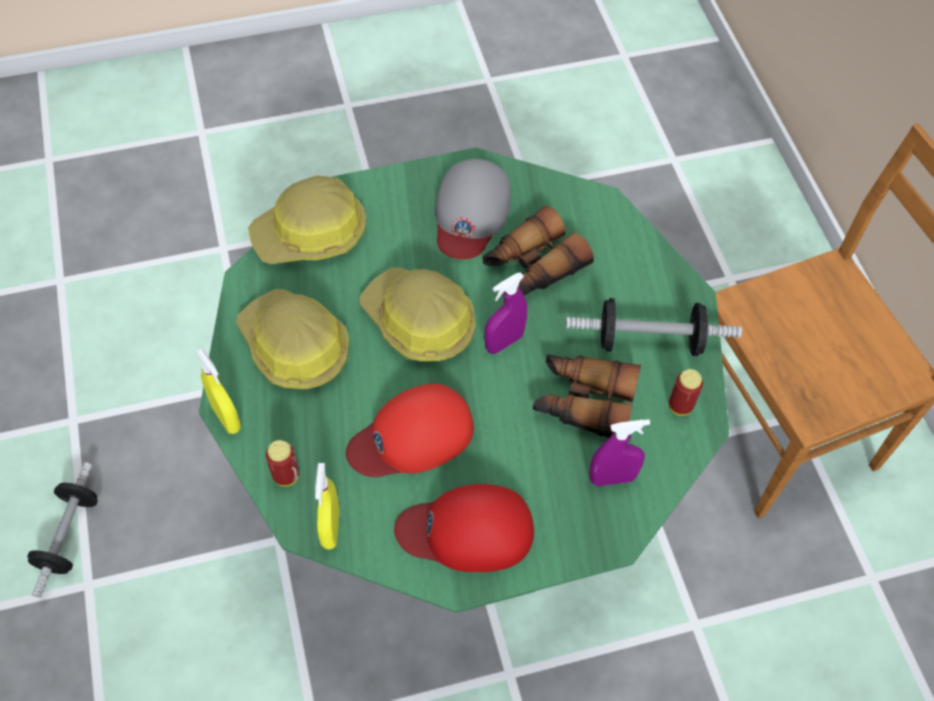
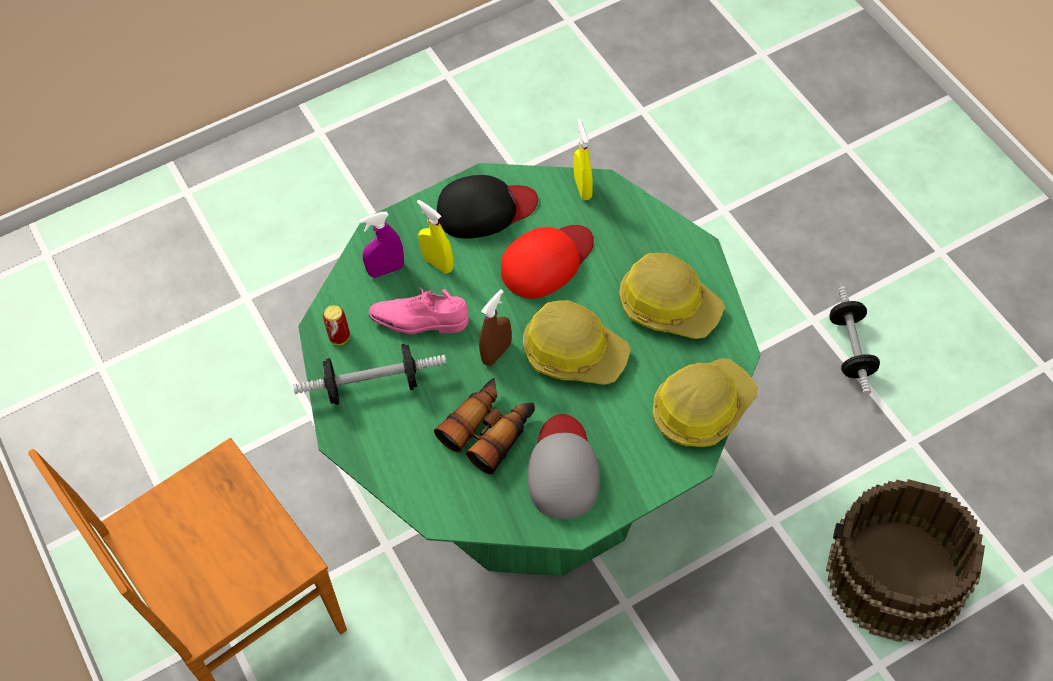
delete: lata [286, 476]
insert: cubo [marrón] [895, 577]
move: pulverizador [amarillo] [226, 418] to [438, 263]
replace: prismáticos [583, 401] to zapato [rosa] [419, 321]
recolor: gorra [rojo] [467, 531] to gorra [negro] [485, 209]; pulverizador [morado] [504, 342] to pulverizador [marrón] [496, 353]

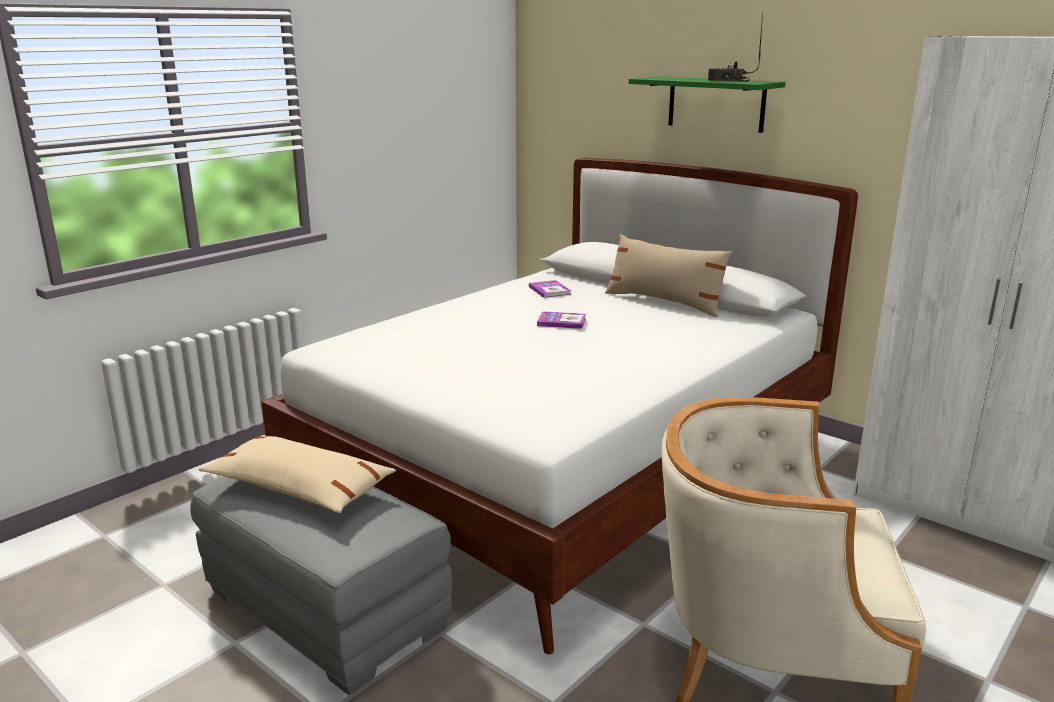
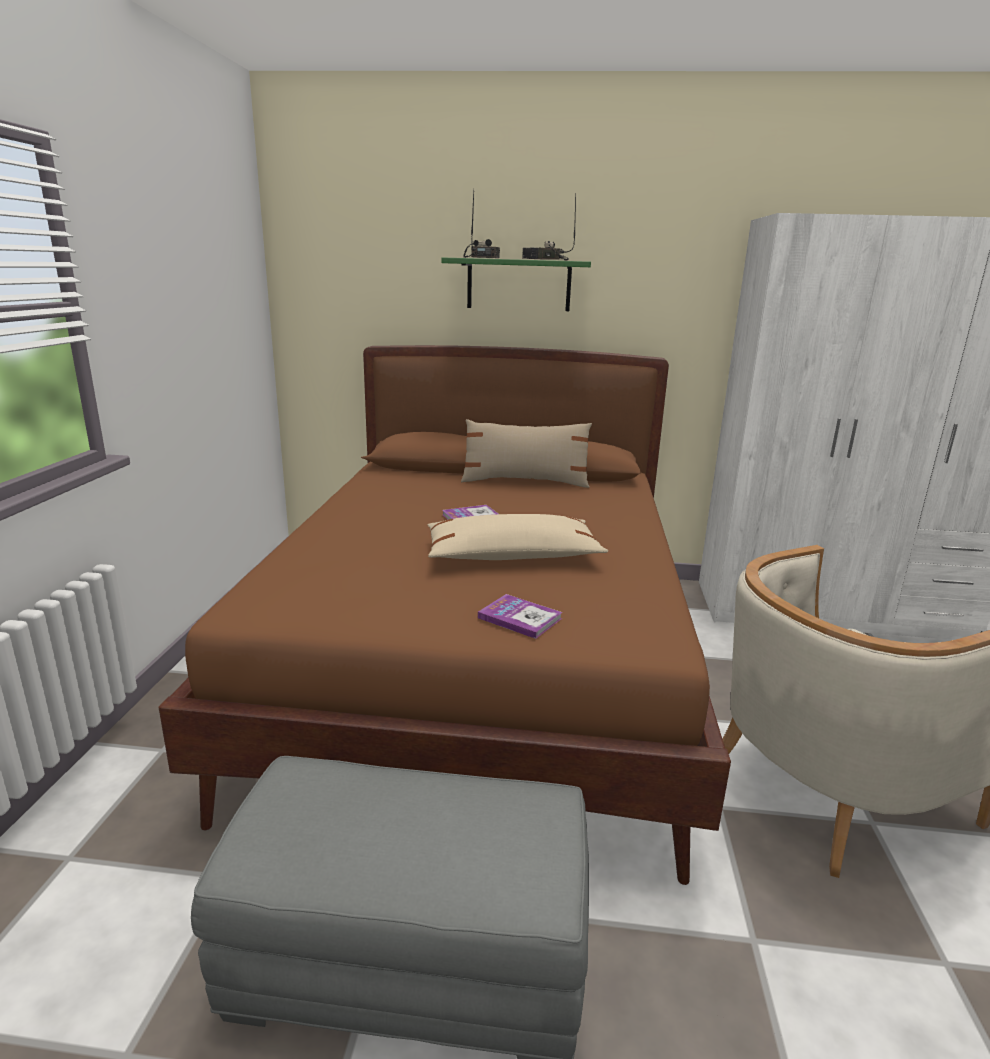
insert: radio [482, 258]
move: cojín [beis] [299, 488] to [512, 556]; libro [549, 290] to [520, 618]
recolor: cama [blanco] [569, 467] to cama [marrón] [483, 669]

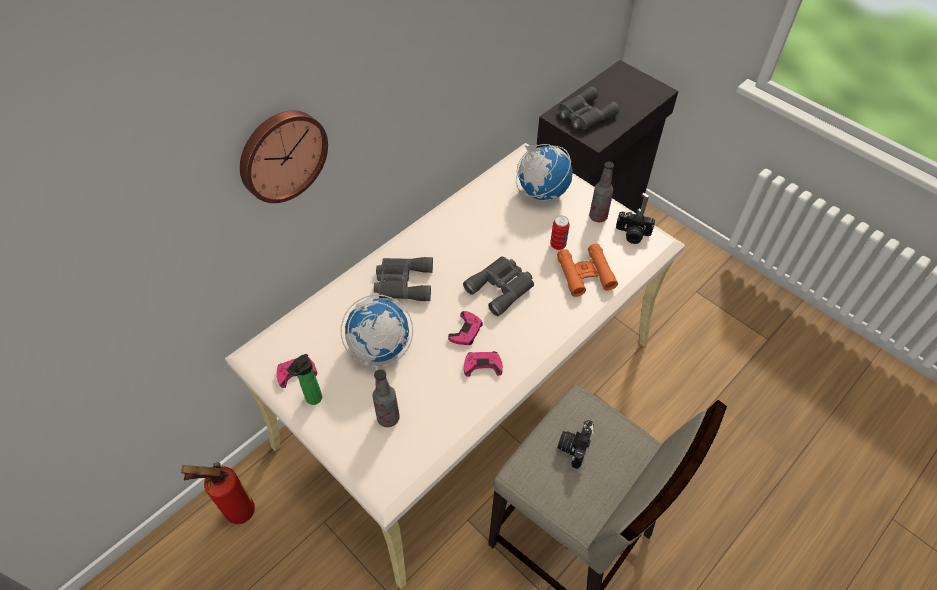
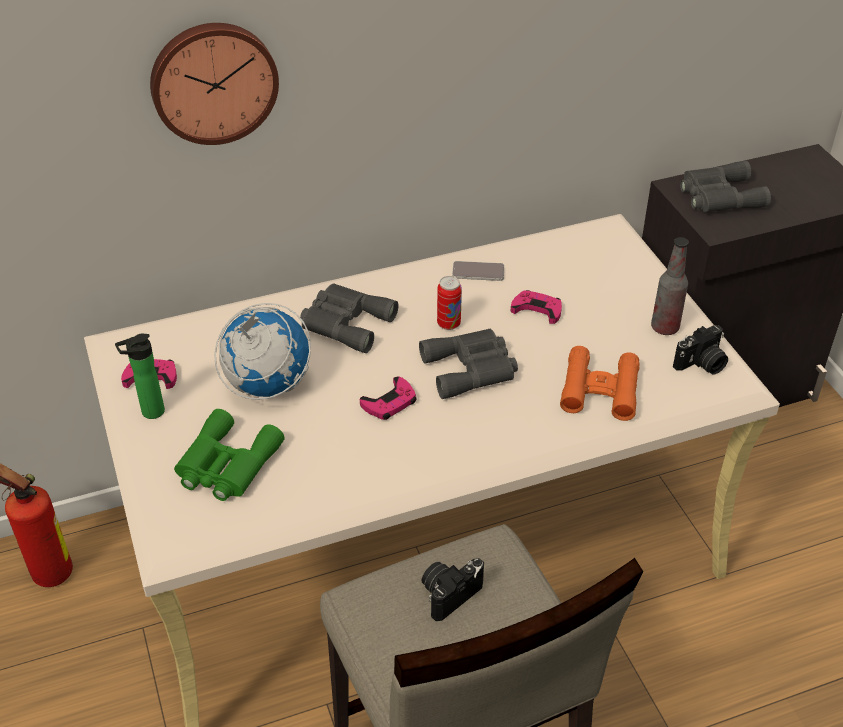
delete: globo terráqueo [541, 192]
insert: móvil [478, 272]
move: mando de consola [rosa] [482, 365] to [537, 309]; lata [558, 245] to [448, 324]
replace: botella [388, 418] to prismáticos [verde] [226, 465]
rotate: cámara [632, 234] = [701, 364] 75 degrees counterclockwise

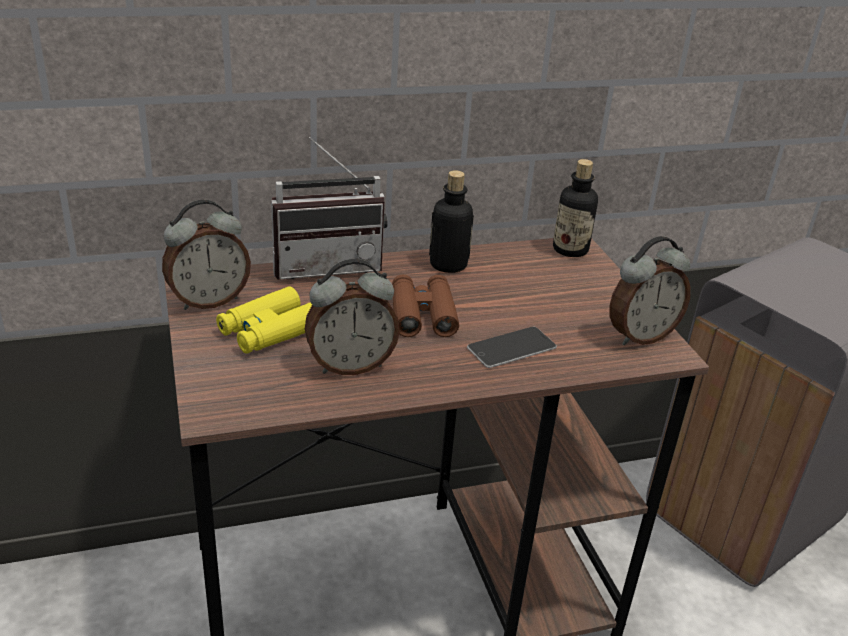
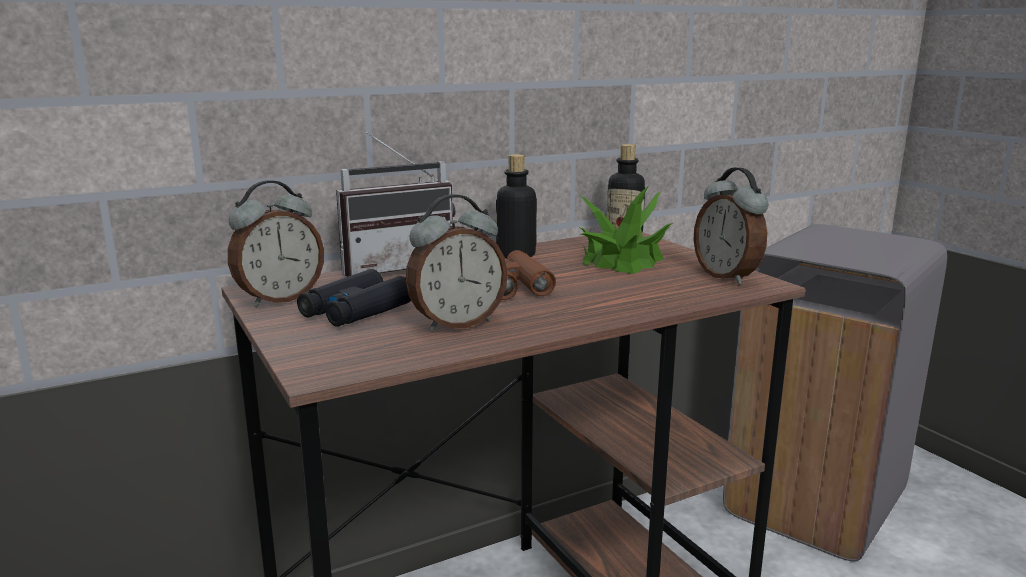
delete: móvil [511, 347]
insert: planta en maceta [624, 260]
recolor: prismáticos [amarillo] [269, 331] to prismáticos [negro] [356, 311]
rotate: despertador [640, 335] = [727, 276] 105 degrees clockwise

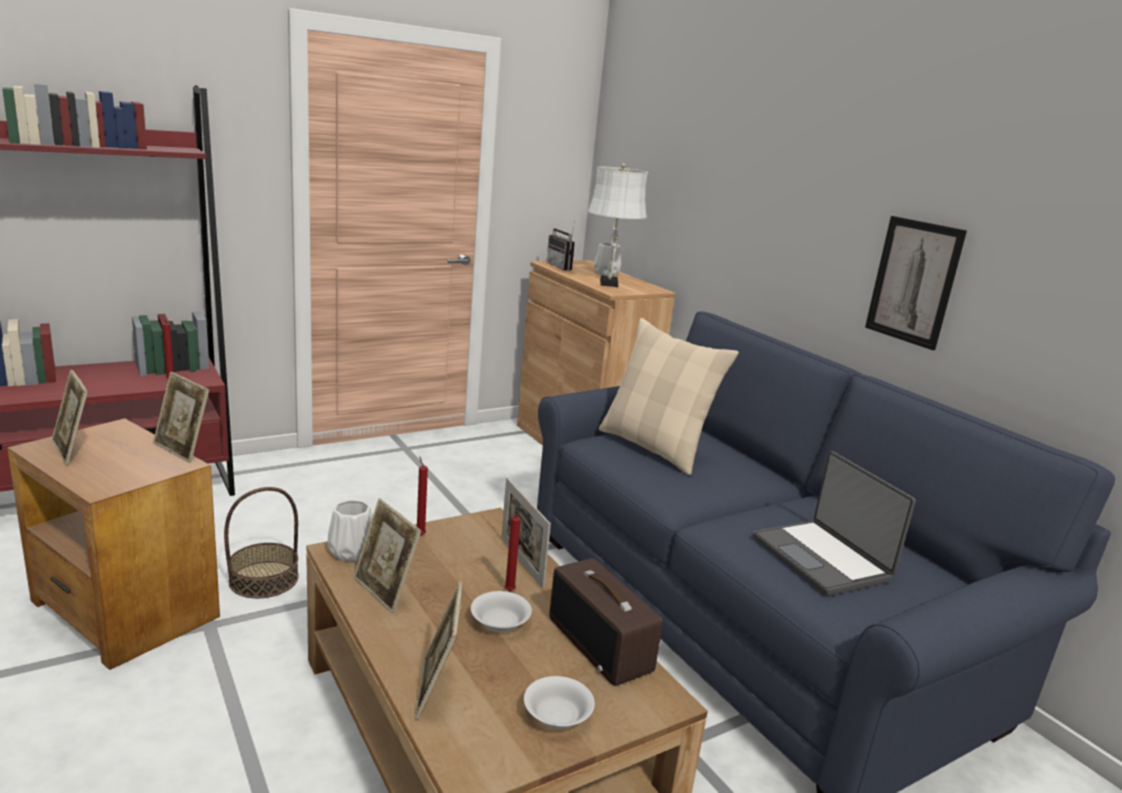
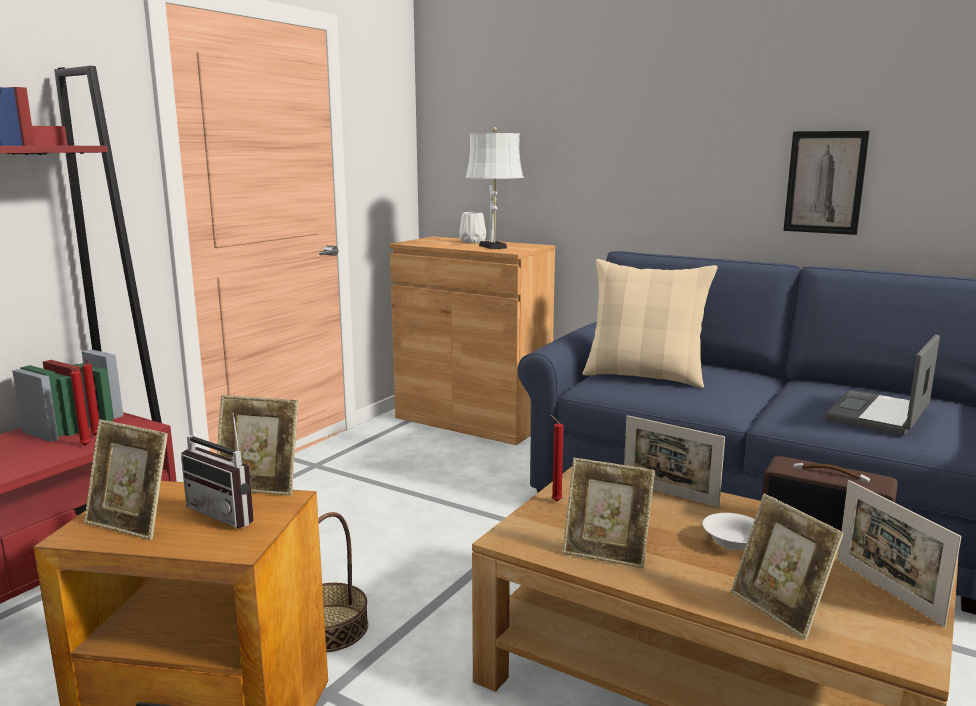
delete: florero [blanco] [350, 552]
move: vela [rojo] [508, 592] to [84, 446]; radio [563, 267] to [229, 512]
replace: cuenco [blanco] [558, 716] to portarretratos [887, 591]
rotate: portátil [822, 558] = [879, 415] 90 degrees clockwise

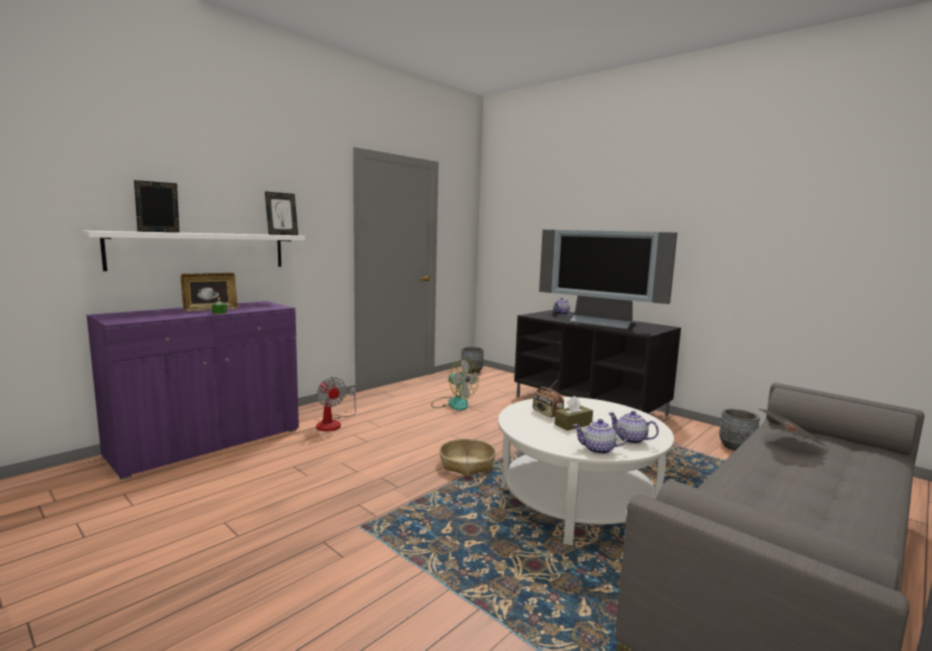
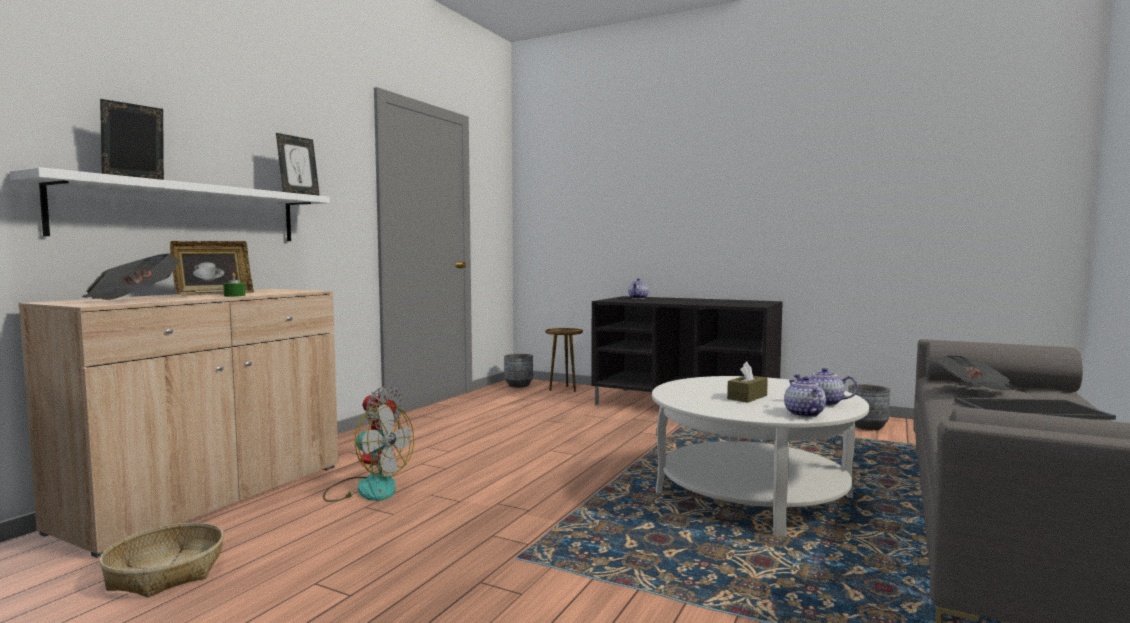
delete: radio [547, 413]; televisor [603, 323]
insert: periódico [133, 300]; mesa auxiliar [marrón] [564, 389]; bandeja [1030, 409]
move: ventilador [453, 403] to [367, 488]; cesta [467, 464] to [166, 572]
recolor: armario [morado] [207, 443] to armario [beis] [208, 496]
rotate: tetera [598, 450] = [803, 414] 90 degrees clockwise

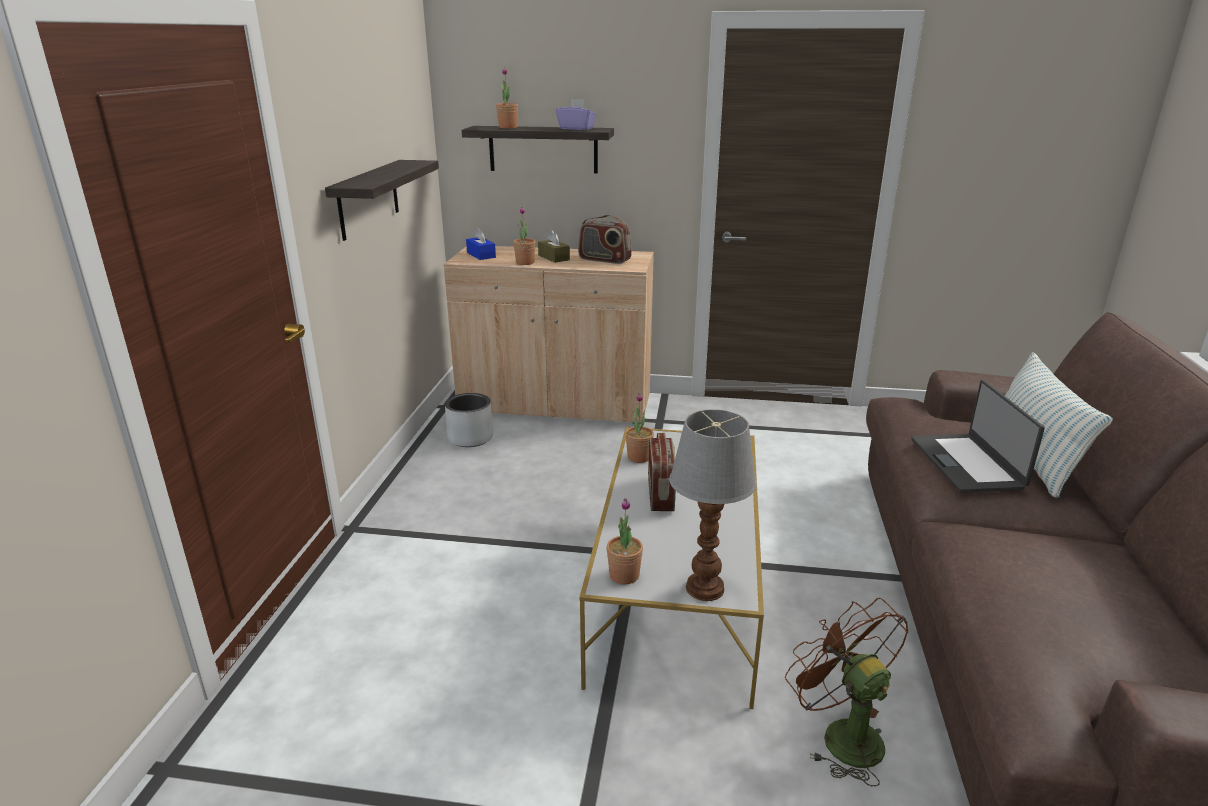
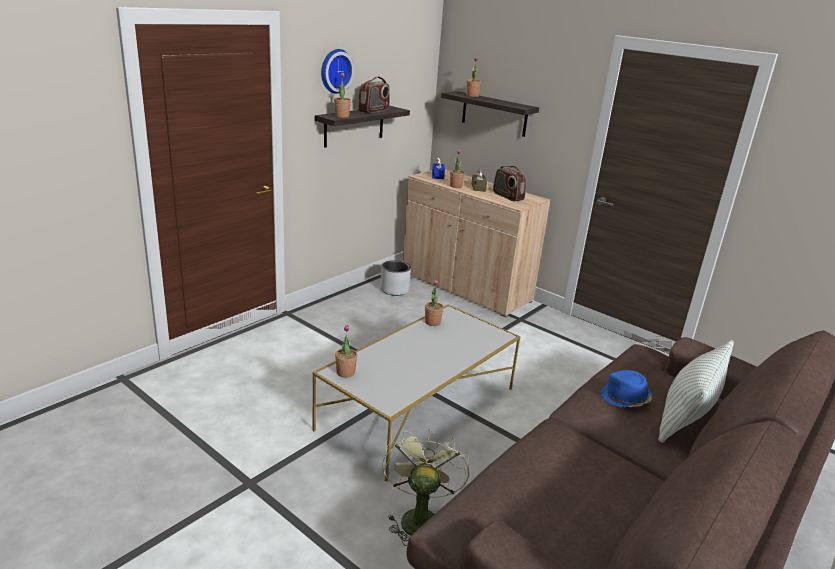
delete: caja de pañuelos [morado] [576, 129]; lámpara de mesa [705, 587]
insert: reloj de pared [334, 70]; planta en maceta [342, 116]
move: radio [661, 495] to [374, 111]
replace: portátil [967, 463] to sombrero [azul] [624, 399]
recolor: ventilador [marrón] [841, 734] to ventilador [verde] [418, 516]

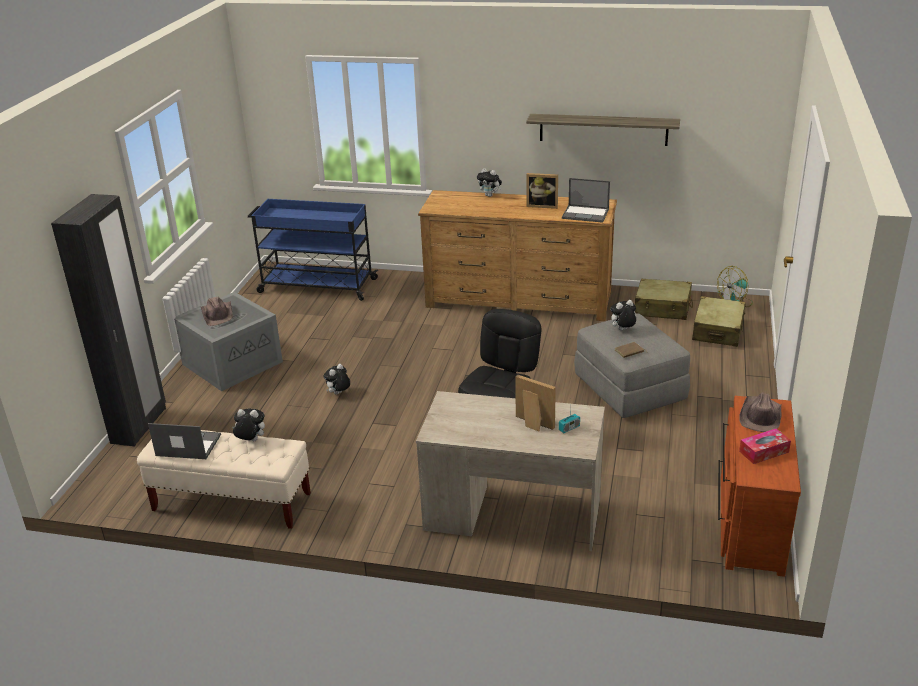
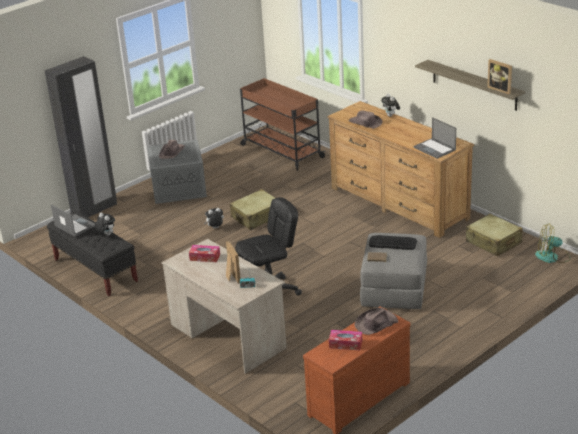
insert: caja de pañuelos [205, 257]; sombrero [marrón] [365, 123]
move: portarretratos [542, 205] to [500, 89]; maleta [beis] [718, 330] to [257, 216]
replace: peluche [622, 330] to teclado [392, 243]
recolor: banco [beis] [231, 502] to banco [negro] [95, 270]; carrito [azul] [316, 286] to carrito [marrón] [281, 151]

